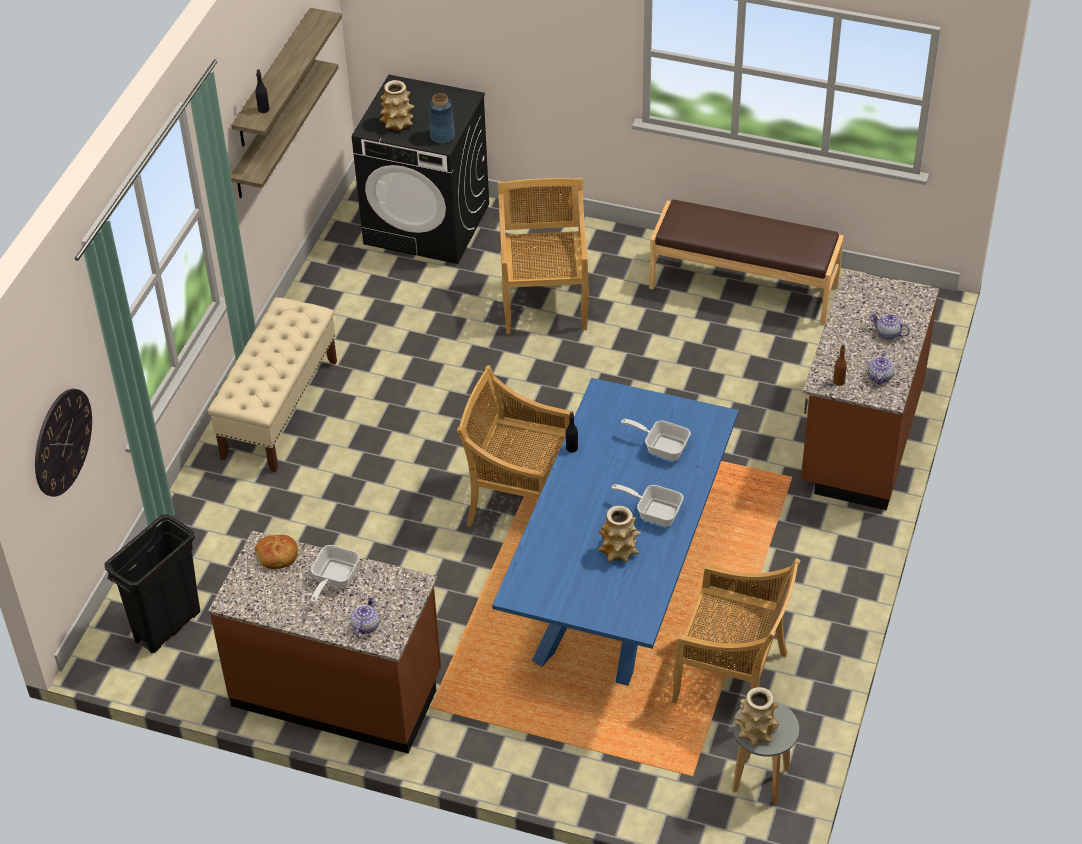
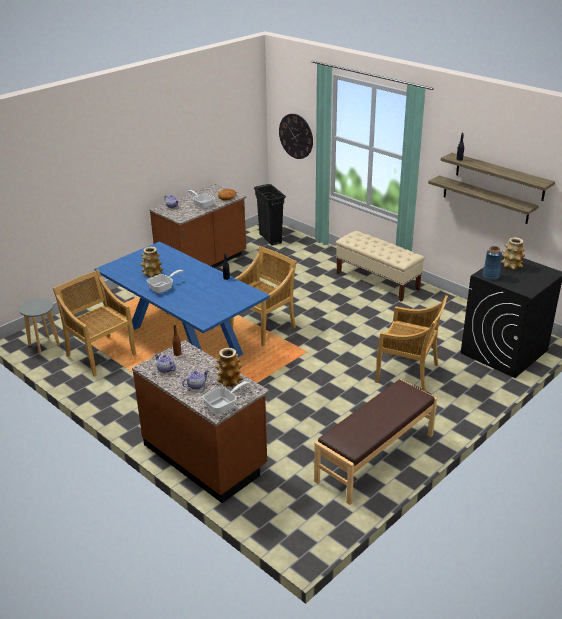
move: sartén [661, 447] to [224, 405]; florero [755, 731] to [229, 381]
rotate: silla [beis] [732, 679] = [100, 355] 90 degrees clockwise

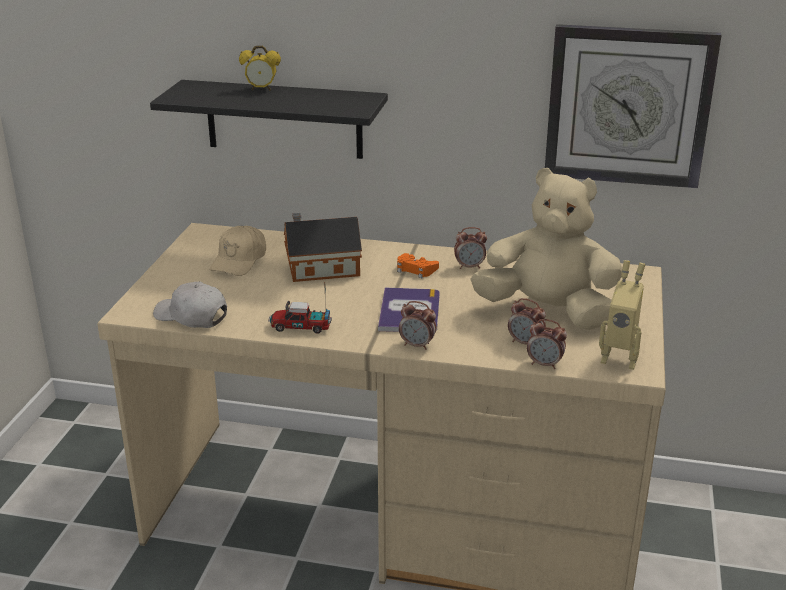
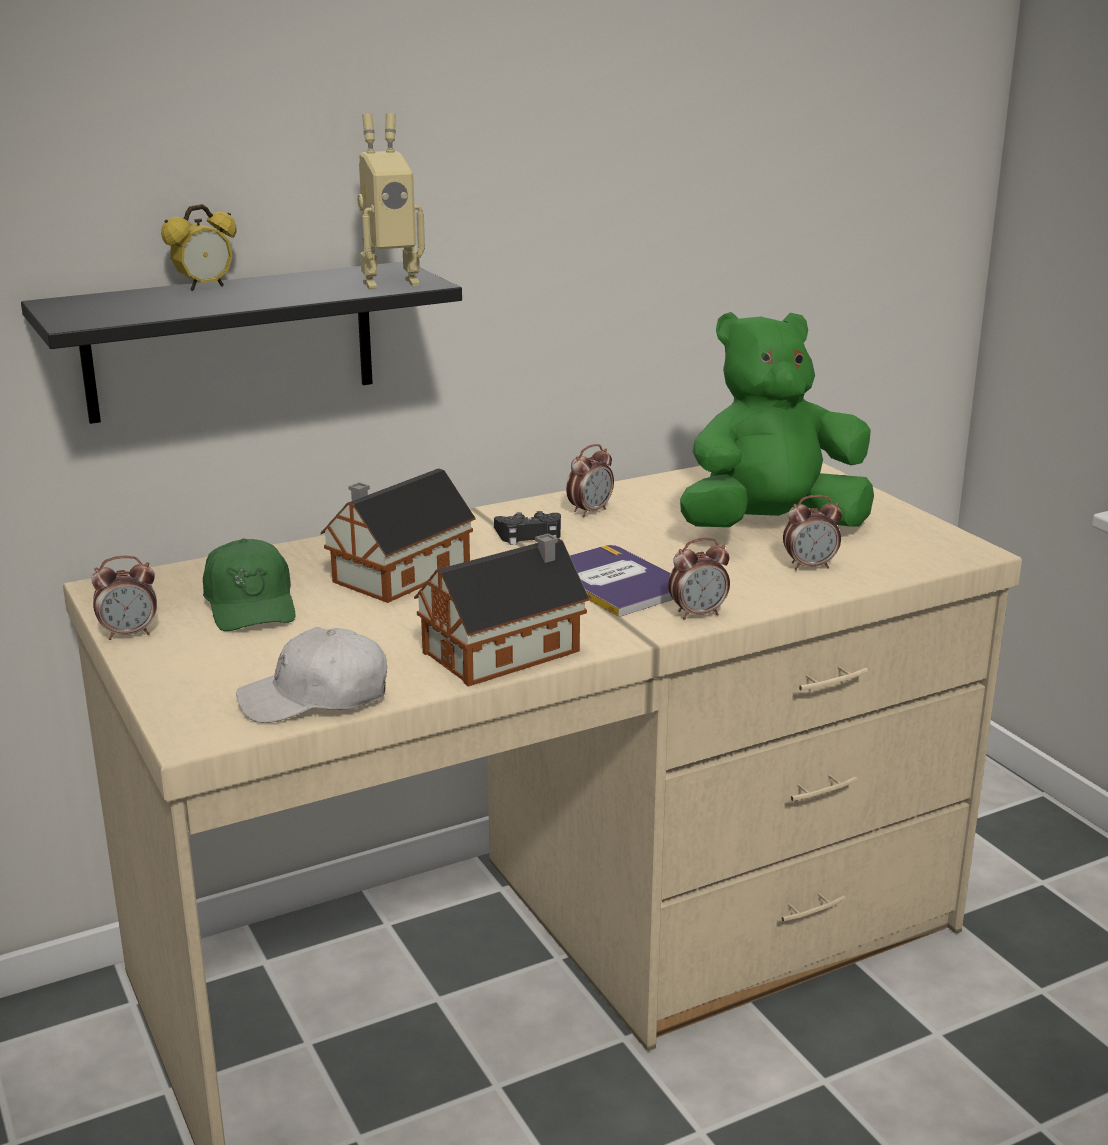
delete: reloj de pared [628, 106]
move: despertador [545, 364] to [129, 634]; robot de juguete [619, 358] to [389, 282]
replace: camión de juguete [300, 327] to casita [507, 651]
recolor: gorra [beis] [239, 261] to gorra [verde] [251, 605]; mando de consola [naranja] [415, 270] to mando de consola [negro] [529, 535]; peluche [beis] [548, 312] to peluche [verde] [770, 528]

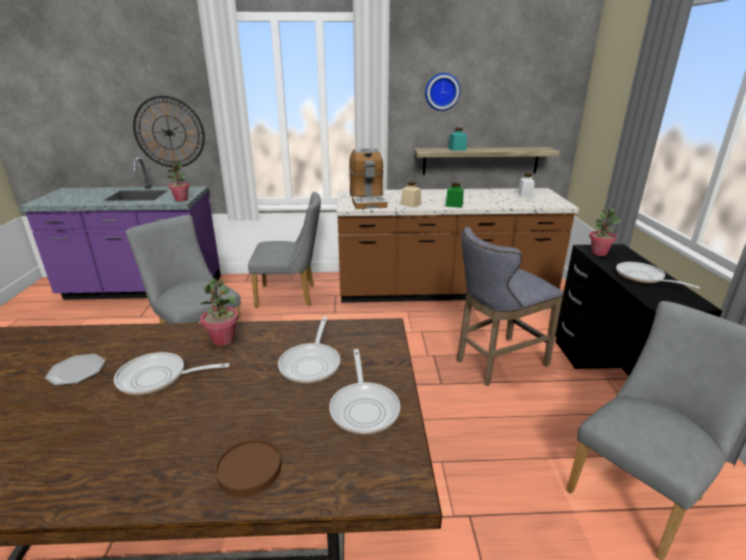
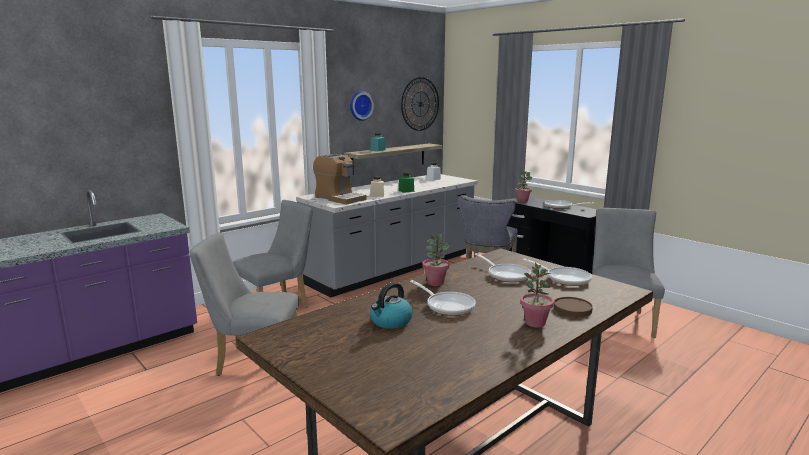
move: reloj de pared [169, 132] to [420, 104]; planta en maceta [181, 199] to [535, 323]
replace: plato [77, 371] to hervidor [390, 321]
recolor: mueble bajo de cocina [marrón] [444, 291] to mueble bajo de cocina [gris] [394, 268]
rotate: sartén [158, 378] = [447, 306] 90 degrees counterclockwise

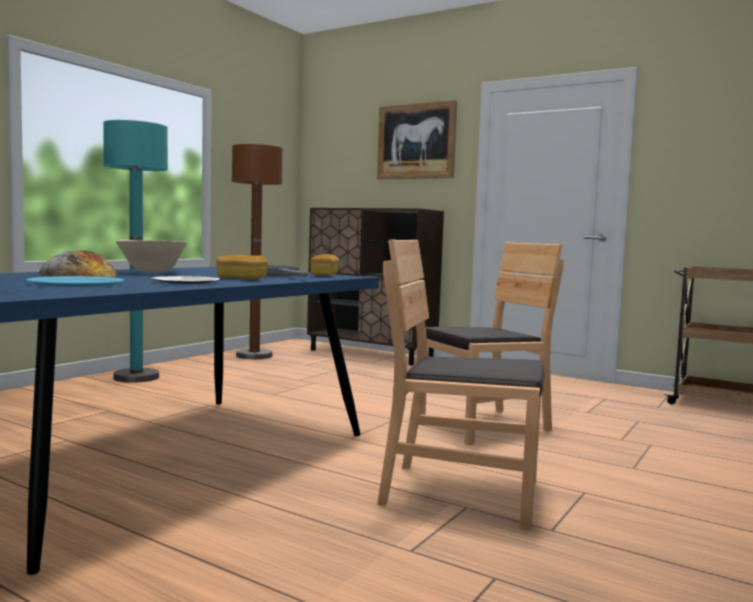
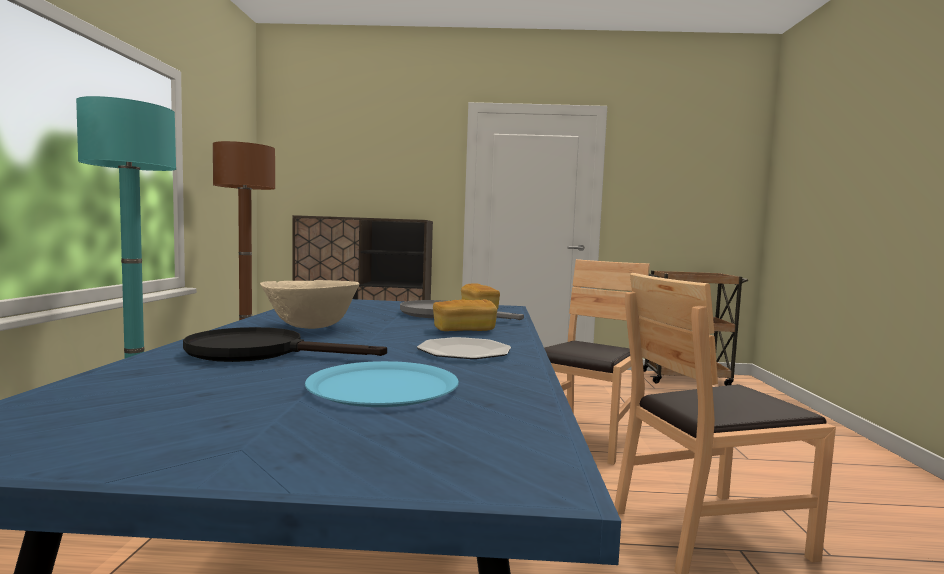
delete: cuadro [416, 141]
replace: pan [78, 275] to sartén [negro] [261, 352]

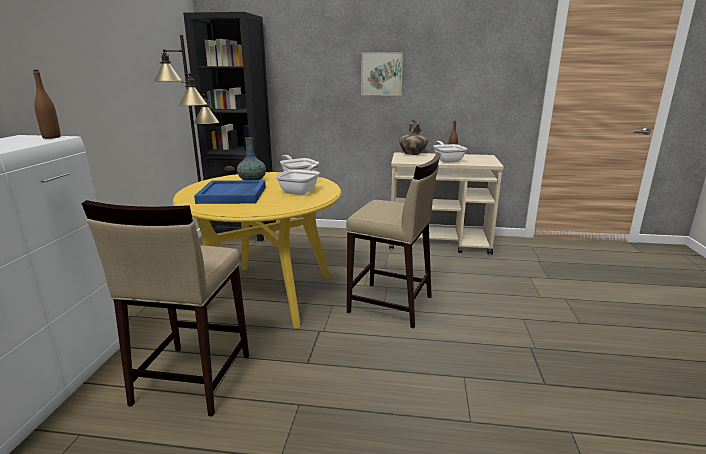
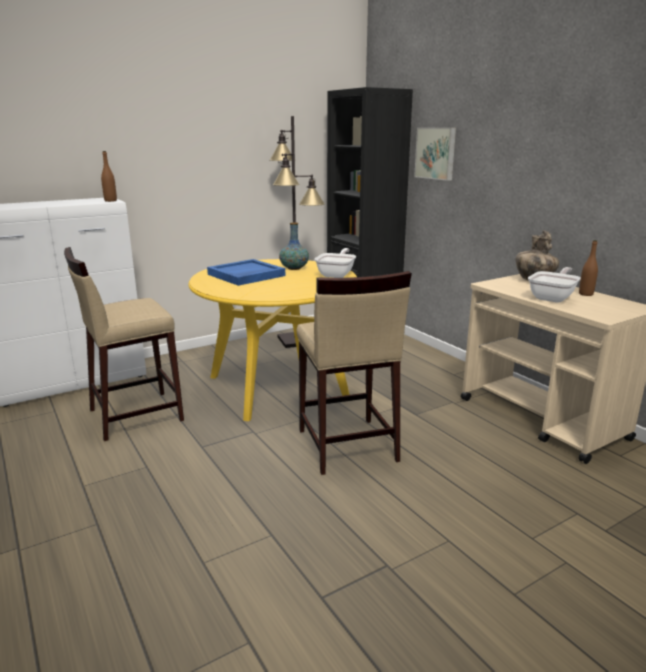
delete: sartén [301, 191]
move: cuadro [382, 74] to [436, 153]

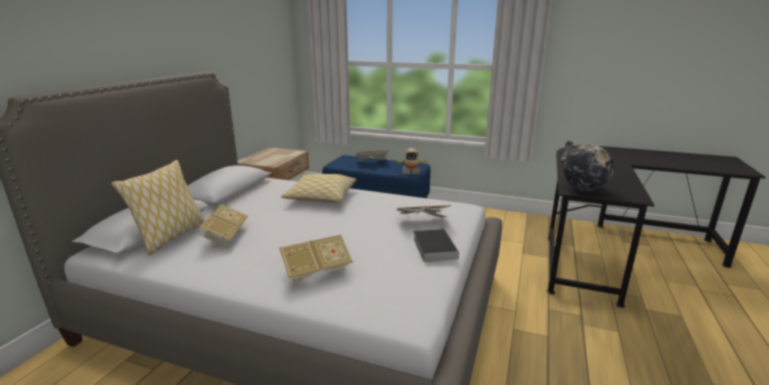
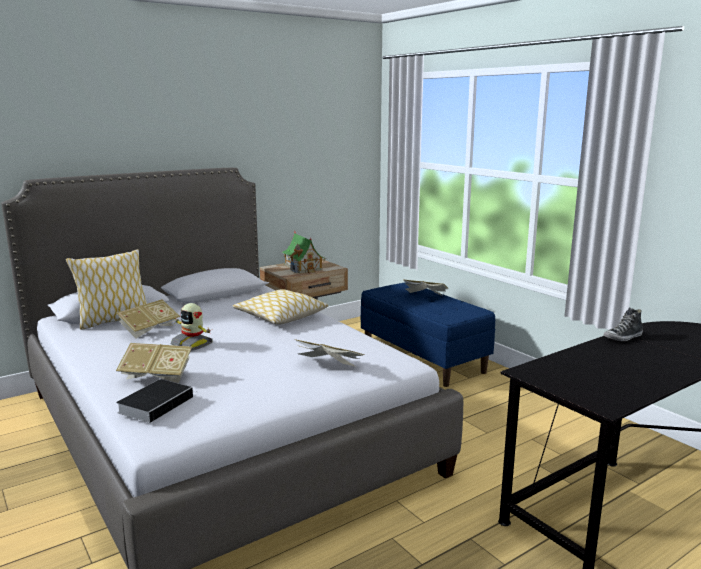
delete: globo terráqueo [583, 189]
insert: casita [303, 267]
move: robot de juguete [411, 172] to [192, 344]; libro [433, 247] to [157, 403]

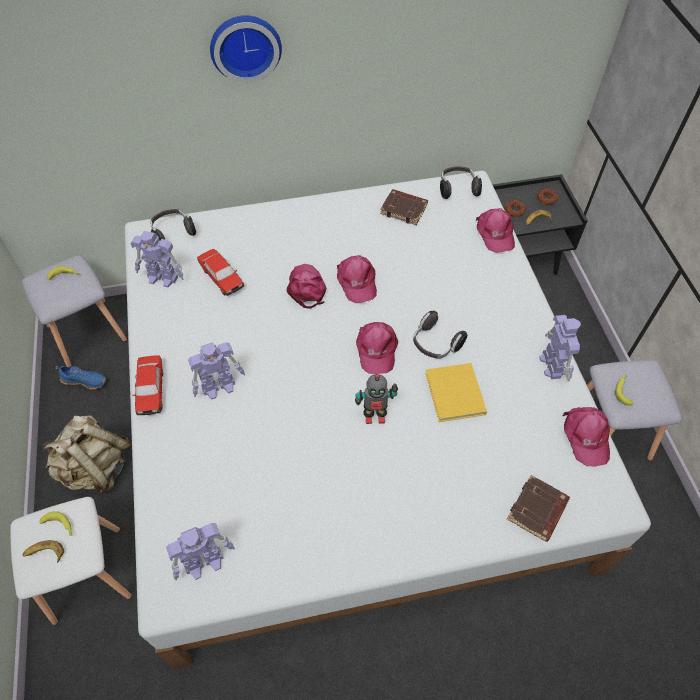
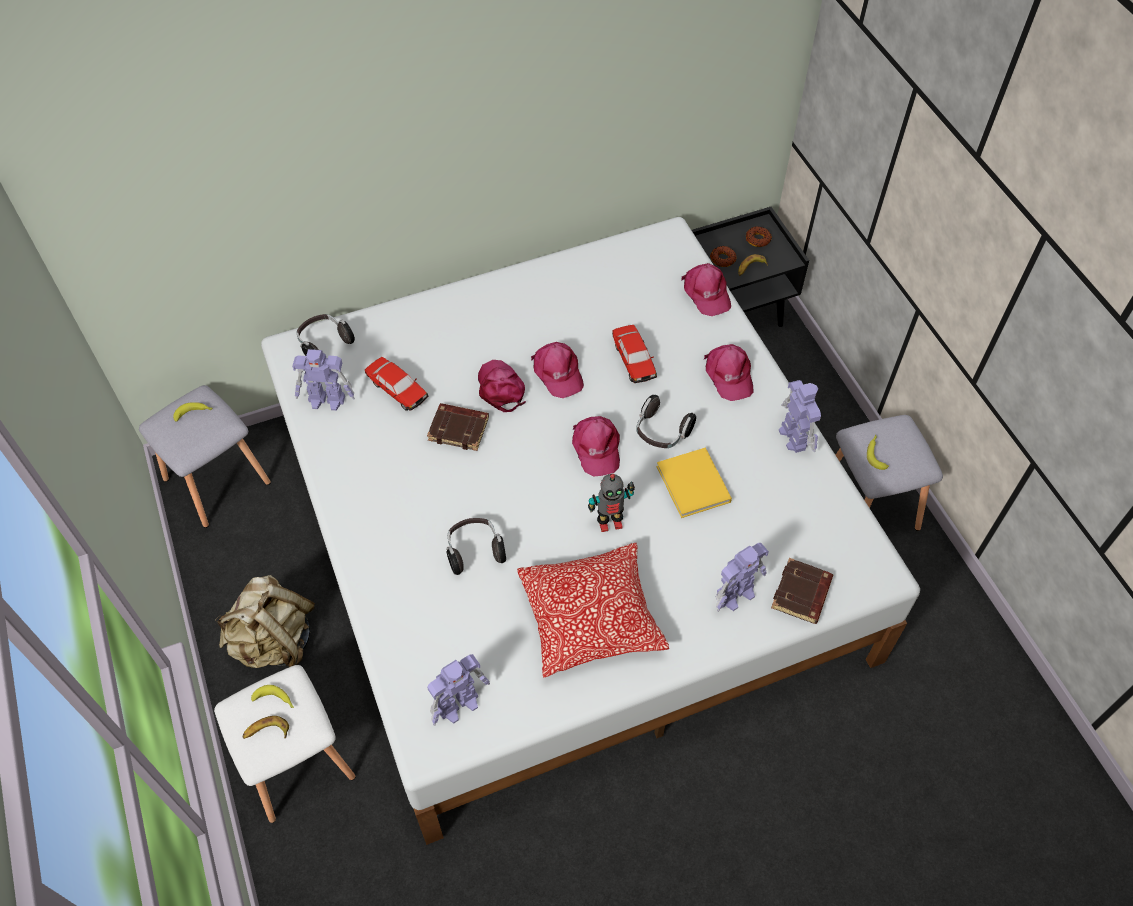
delete: zapato [azul] [85, 380]; reloj de pared [245, 46]
insert: cojín [591, 618]
move: coche de juguete [151, 389] to [633, 359]; robot de juguete [220, 386] to [736, 593]; libro [marrón] [404, 209] to [459, 429]; auriculares [457, 189] to [474, 551]; gorra [rosa] [586, 436] to [728, 375]

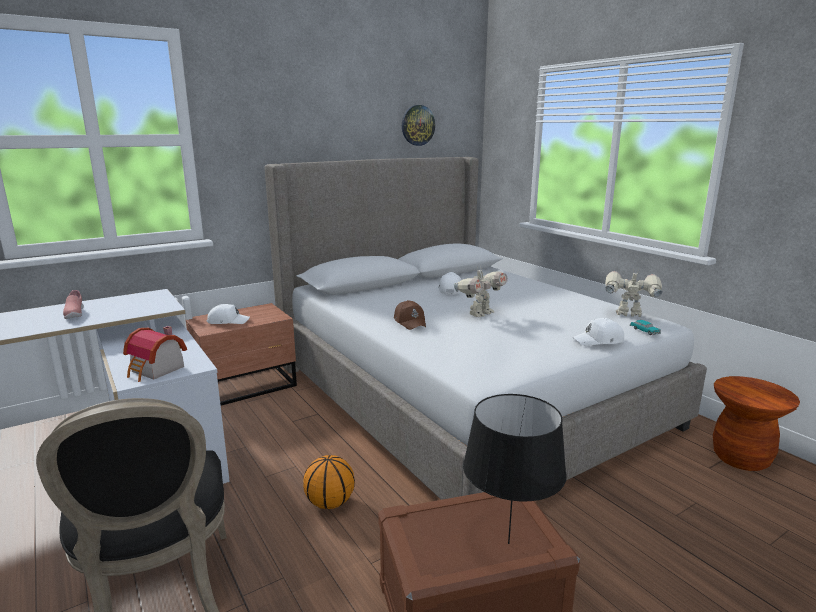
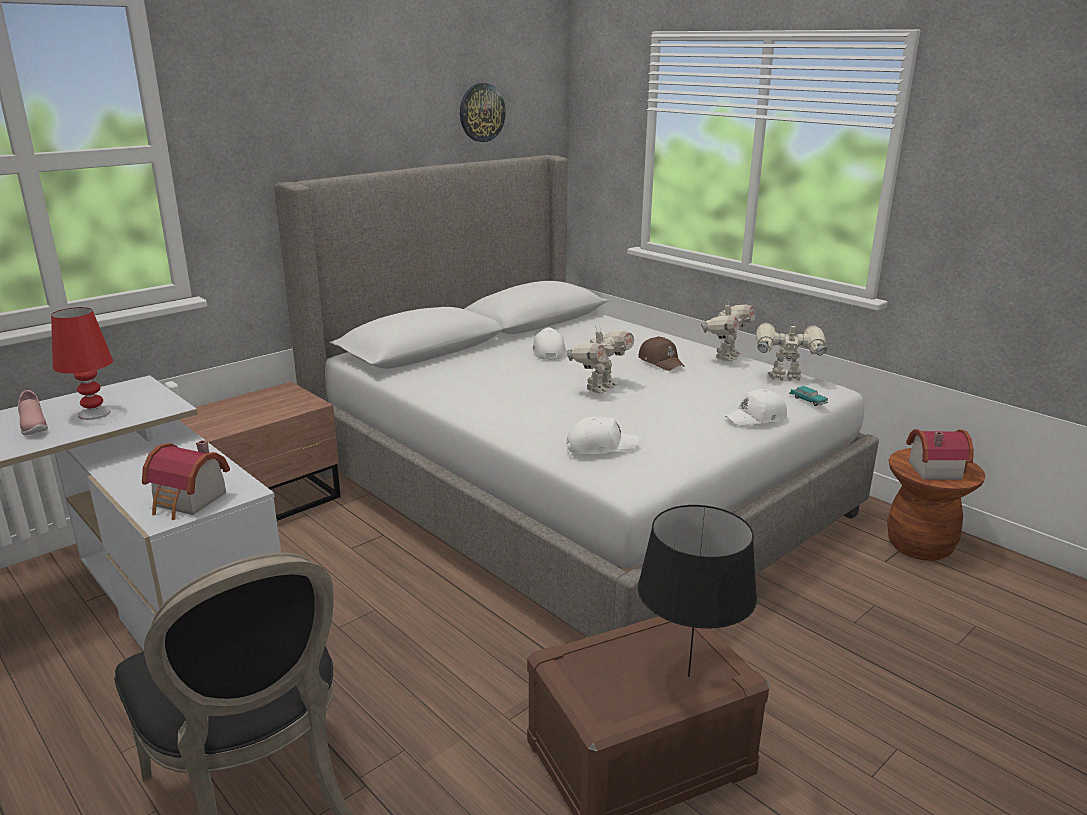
delete: balón de baloncesto [329, 502]
insert: lámpara de mesa [rojo] [93, 414]; robot de juguete [725, 357]; casita [931, 469]
move: gorra [blanco] [228, 321] to [600, 446]; gorra [marrón] [410, 322] to [661, 361]

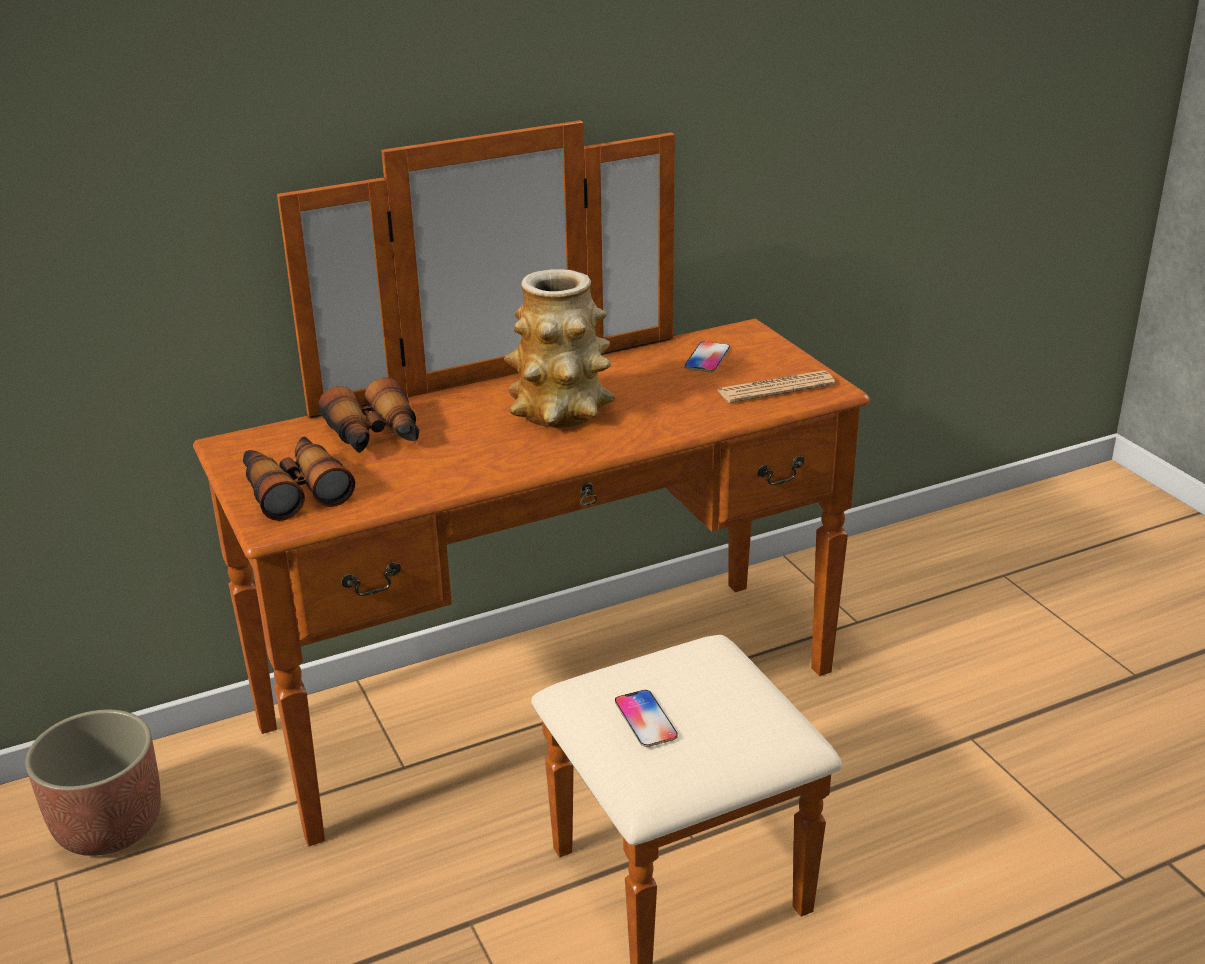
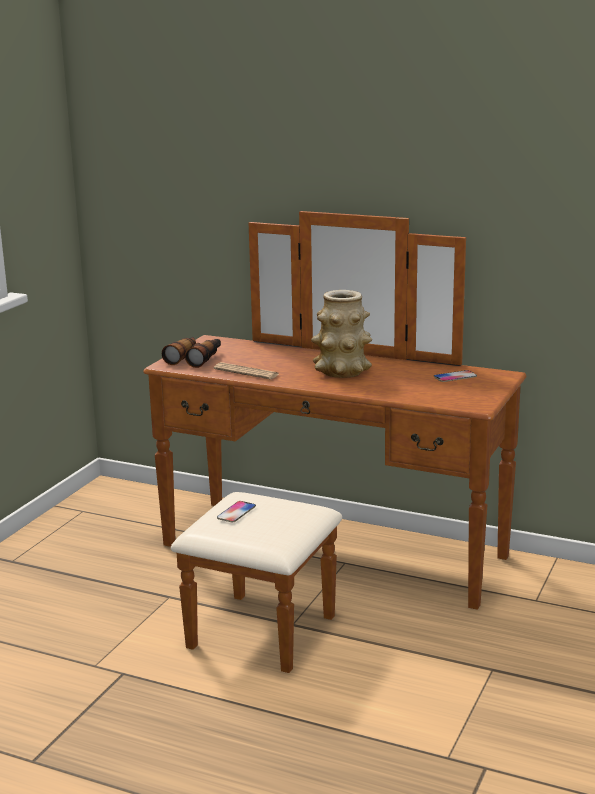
delete: maceta [109, 825]; prismáticos [375, 437]
move: periódico [776, 388] to [246, 372]

